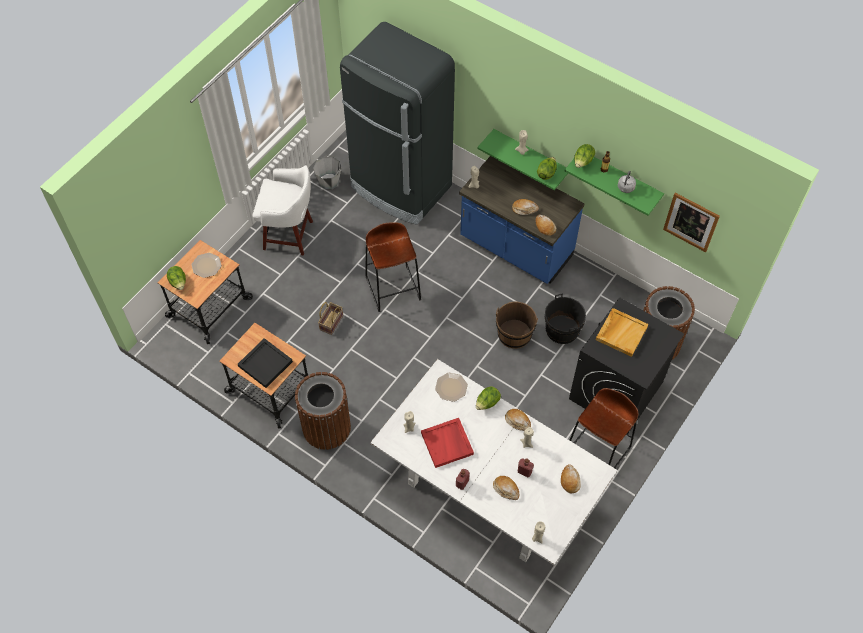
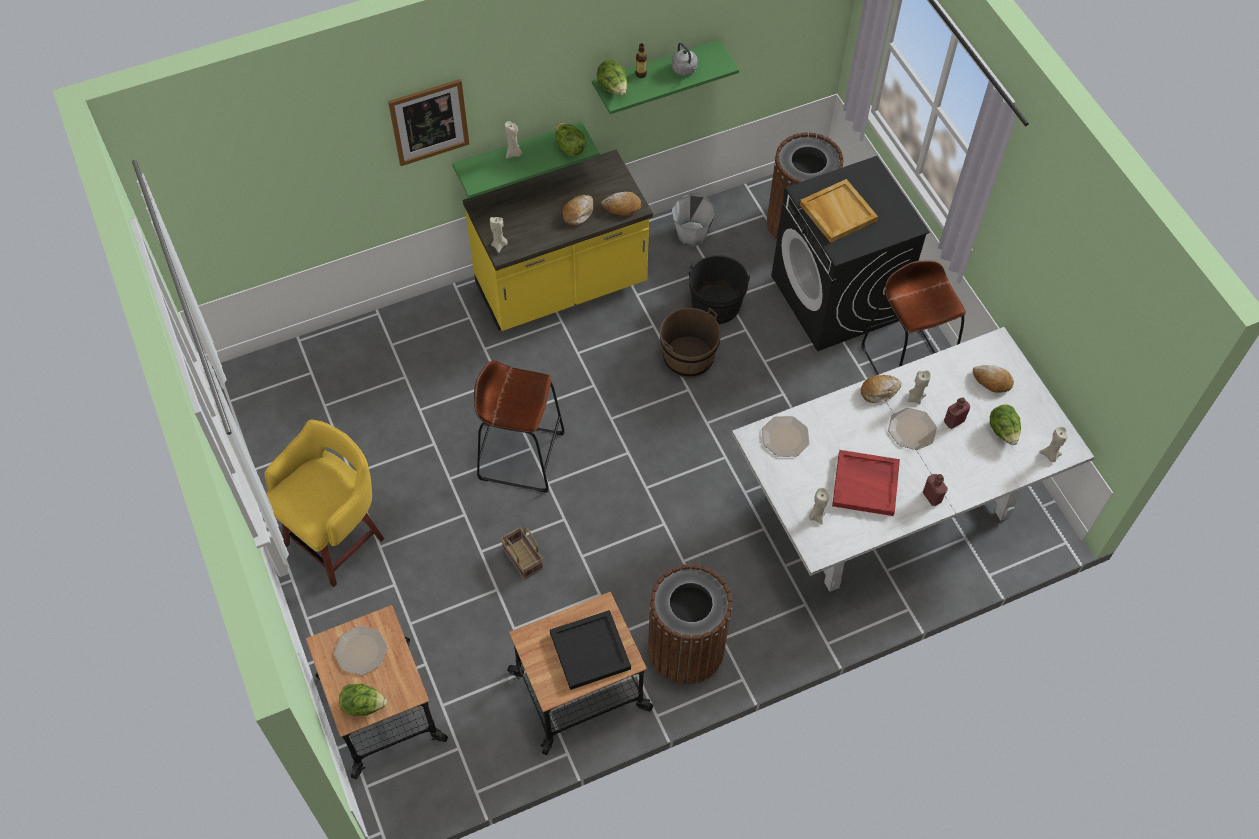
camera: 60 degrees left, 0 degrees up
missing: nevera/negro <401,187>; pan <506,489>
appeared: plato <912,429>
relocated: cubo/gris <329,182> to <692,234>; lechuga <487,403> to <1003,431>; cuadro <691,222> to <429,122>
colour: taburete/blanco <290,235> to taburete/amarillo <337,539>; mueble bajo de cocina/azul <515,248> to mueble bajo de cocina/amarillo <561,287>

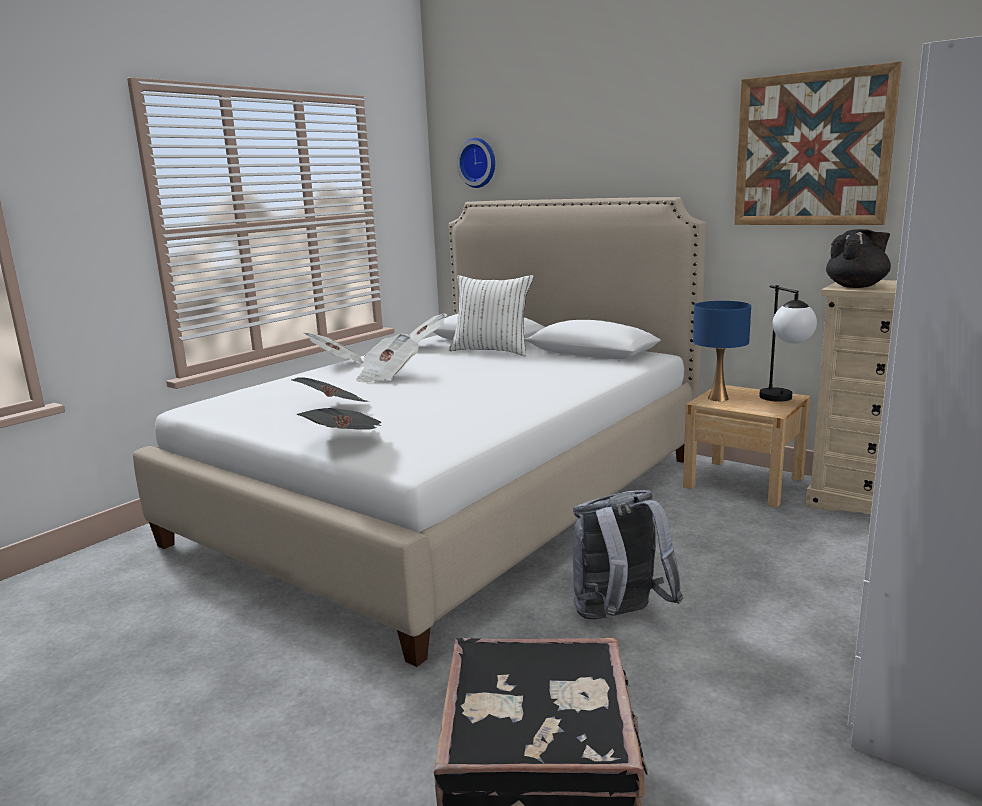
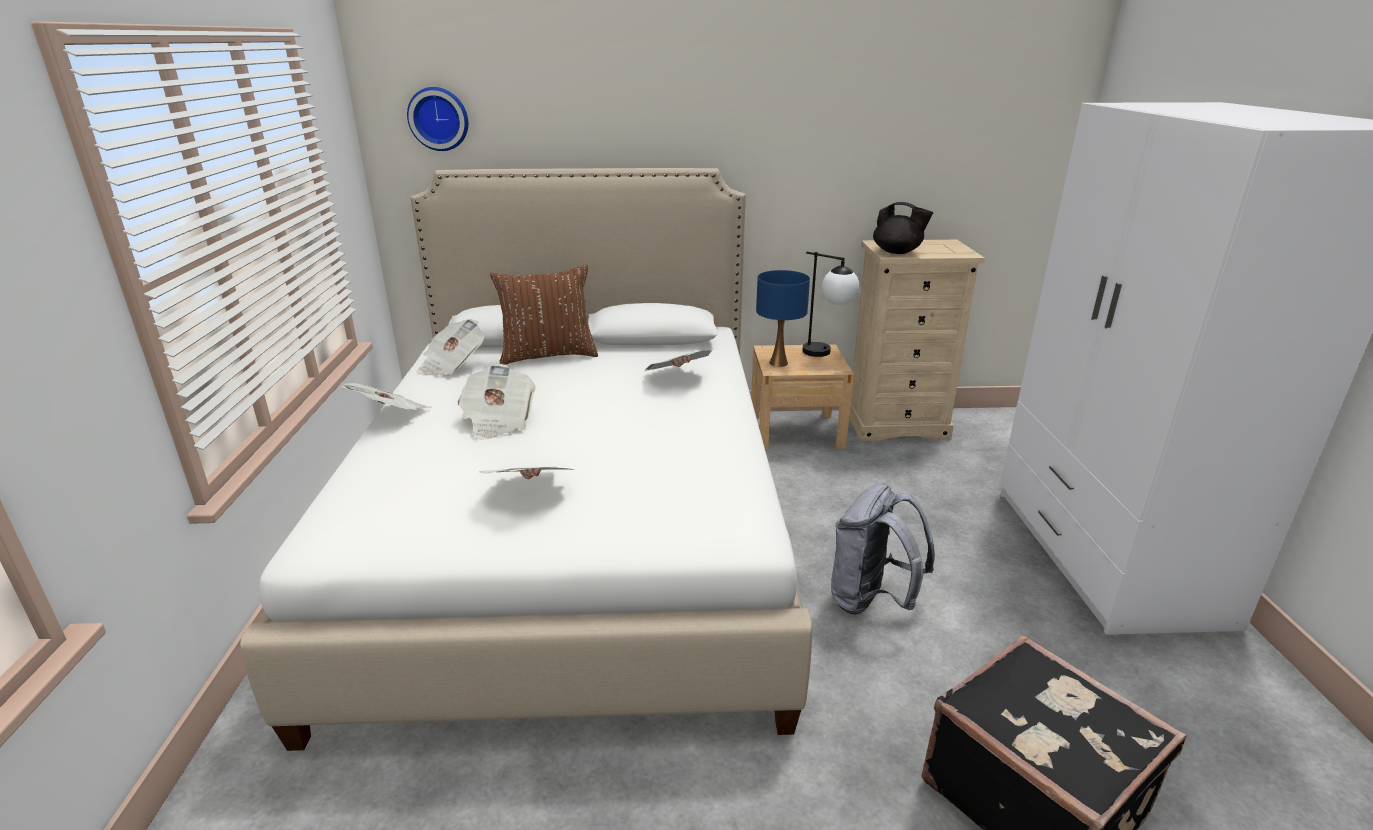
camera: 40 degrees left, 10 degrees up
missing: cuadro <812,150>
relocated: periódico <346,442> to <677,378>
colour: cojín/blanco <492,351> to cojín/marrón <548,356>
spun: tetera/negro <857,286> = <897,252> 90 degrees clockwise

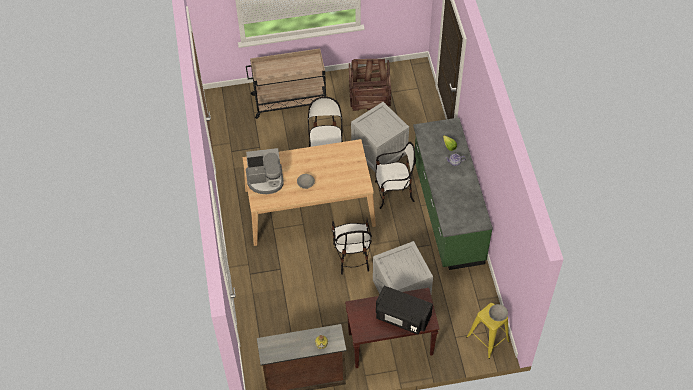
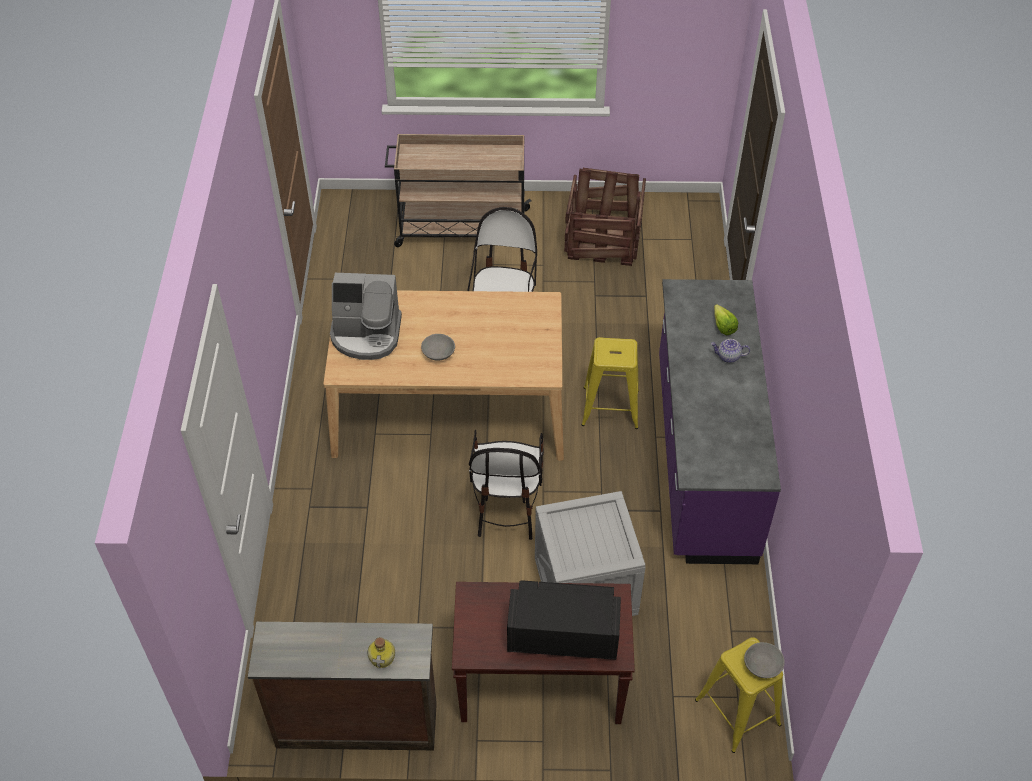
camera: 10 degrees right, 5 degrees down
missing: caja de embalaje <380,151>
exchanged: silla <394,193> to taburete/amarillo <610,408>
colour: mueble bajo de cocina/verde <447,212> to mueble bajo de cocina/morado <702,457>
spun: microondas/negro <402,317> = <563,633> 150 degrees clockwise

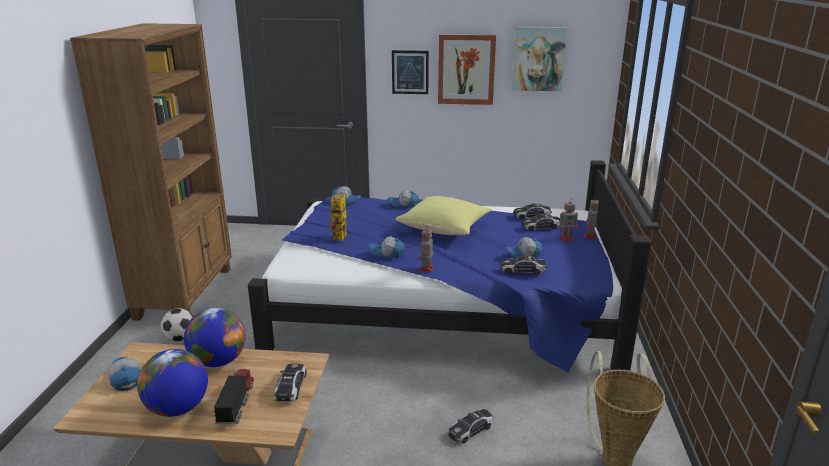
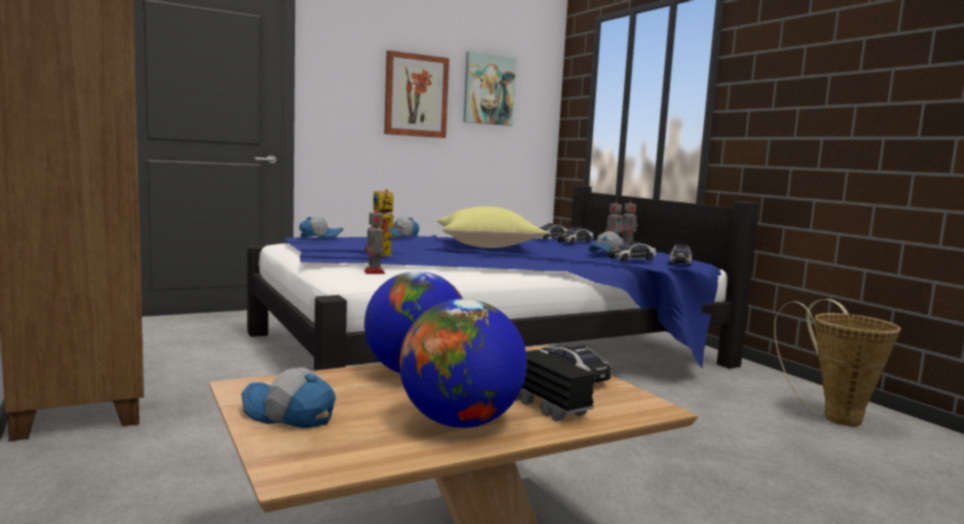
camera: 35 degrees left, 15 degrees down
missing: balón de fútbol <180,338>; gorra <387,254>; cuadro <410,72>
relocated: robot de juguete <426,269> to <374,272>; coche de juguete <470,430> to <680,262>

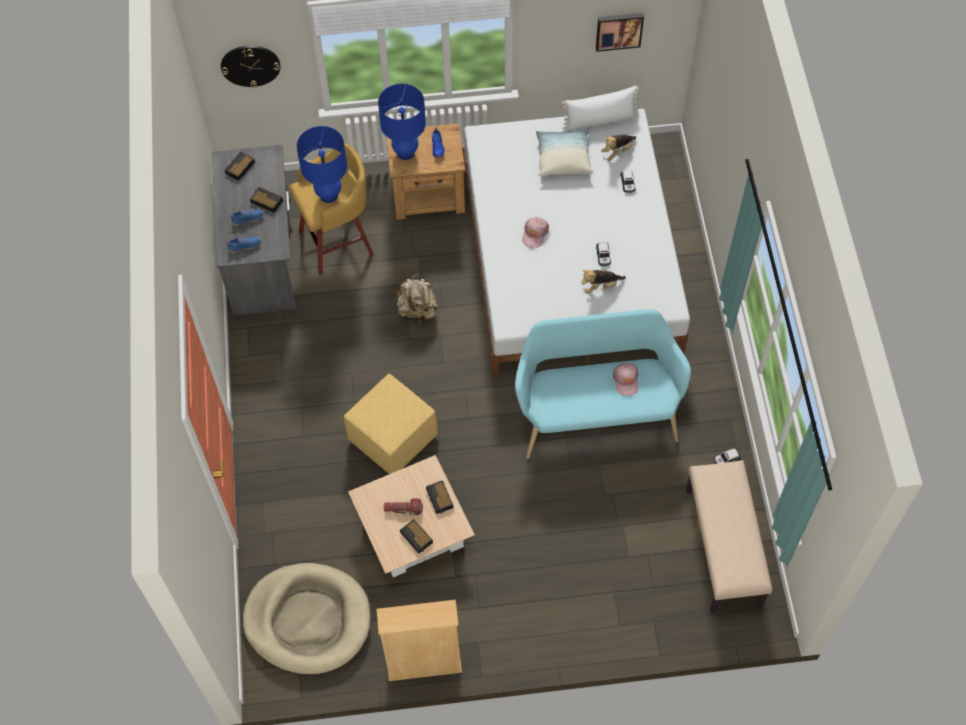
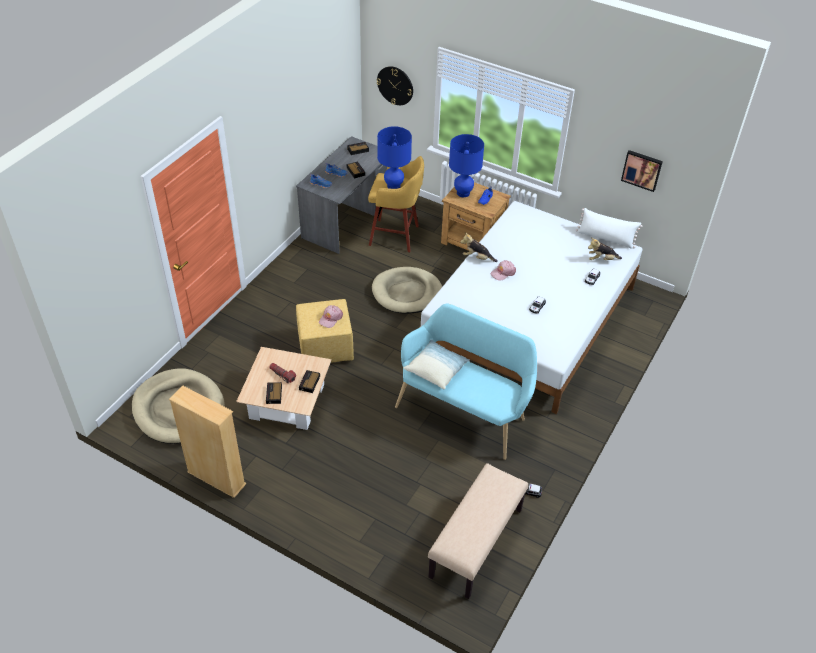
camera: 35 degrees right, 15 degrees down
relocated: cojín <563,158> to <436,370>; peluche <600,286> to <477,258>; gorra/rosa <626,380> to <330,318>
exchanged: mochila/beis <417,310> to cama para perro/beis <407,293>

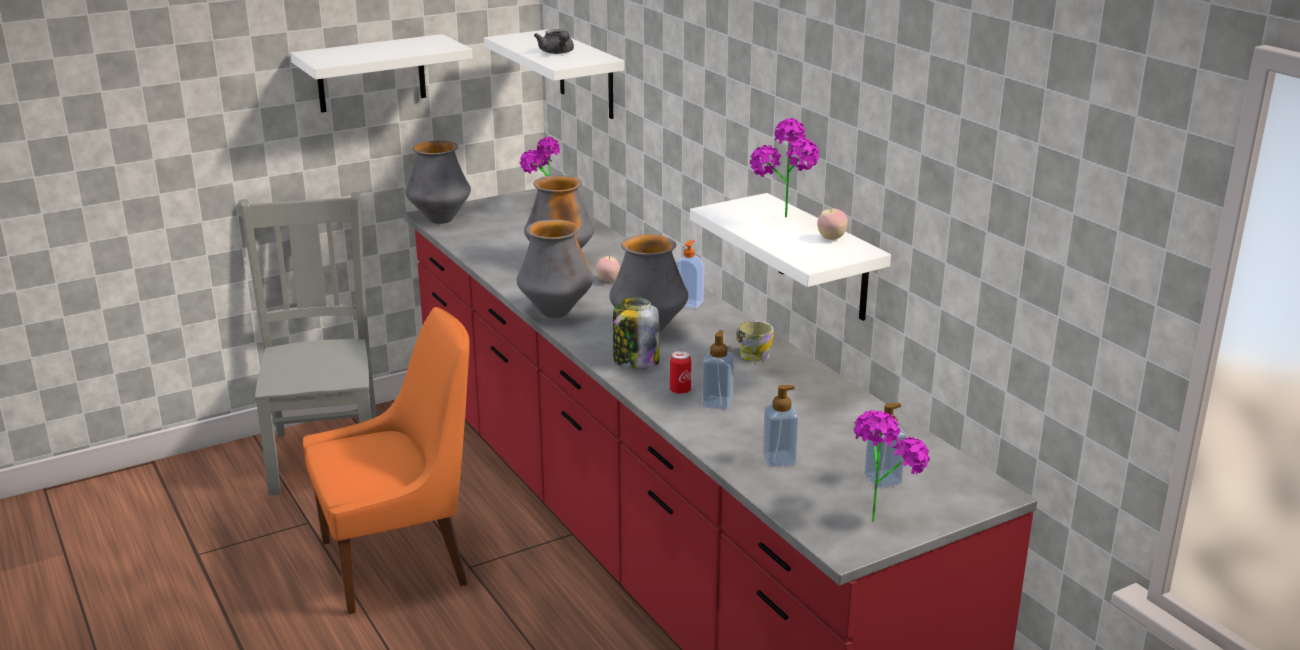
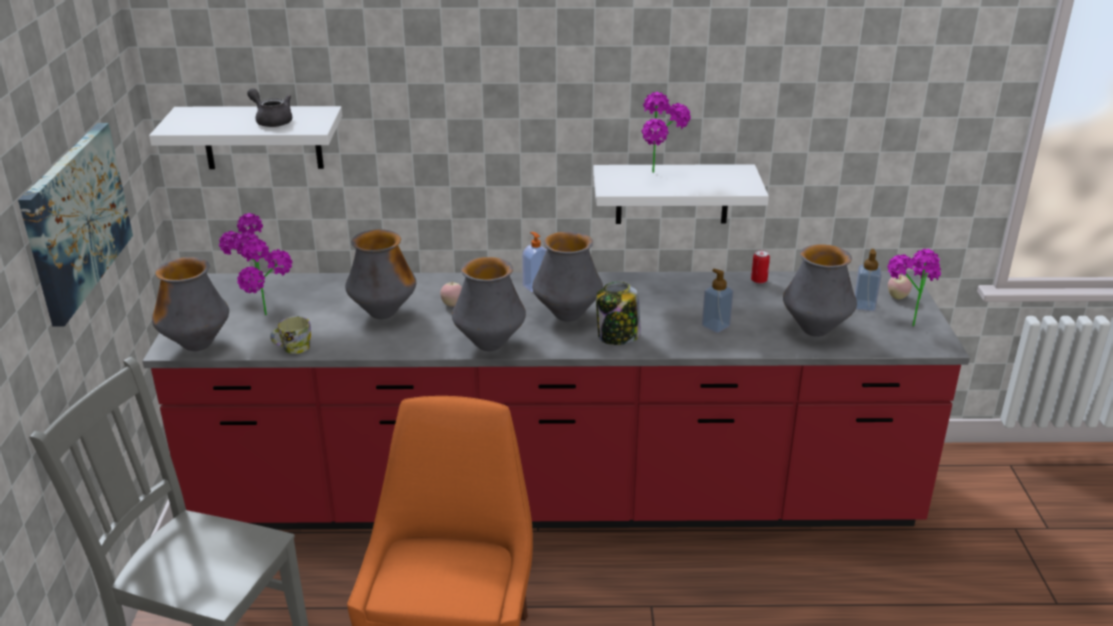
camera: 60 degrees left, 5 degrees up
appeared: planta en maceta <271,318>
relocated: lata <680,391> to <759,281>; taza grande <751,354> to <292,347>; manzana <831,238> to <897,297>
exchanged: estante/blanco <371,73> to cuadro <75,219>; dispensador de jabón <779,459> to florero <815,330>
spun: tetera/gris <557,53> = <272,121> 150 degrees counterclockwise

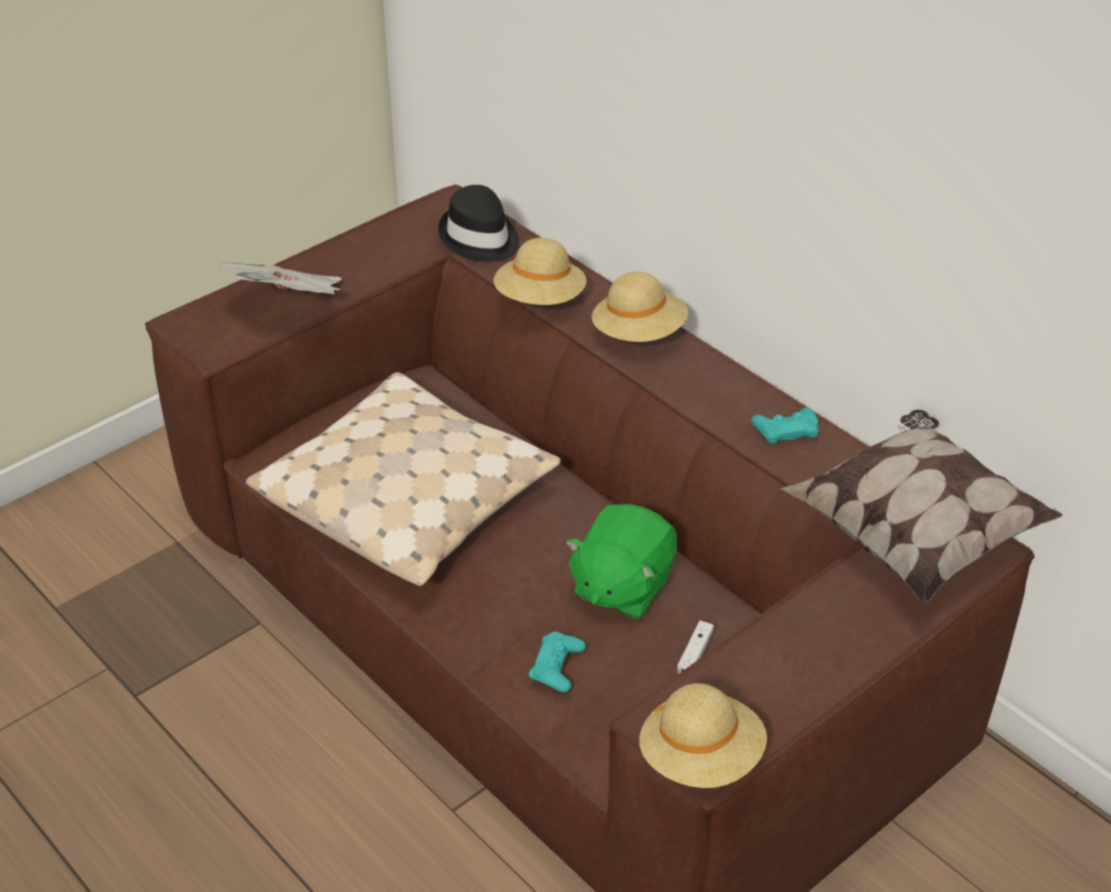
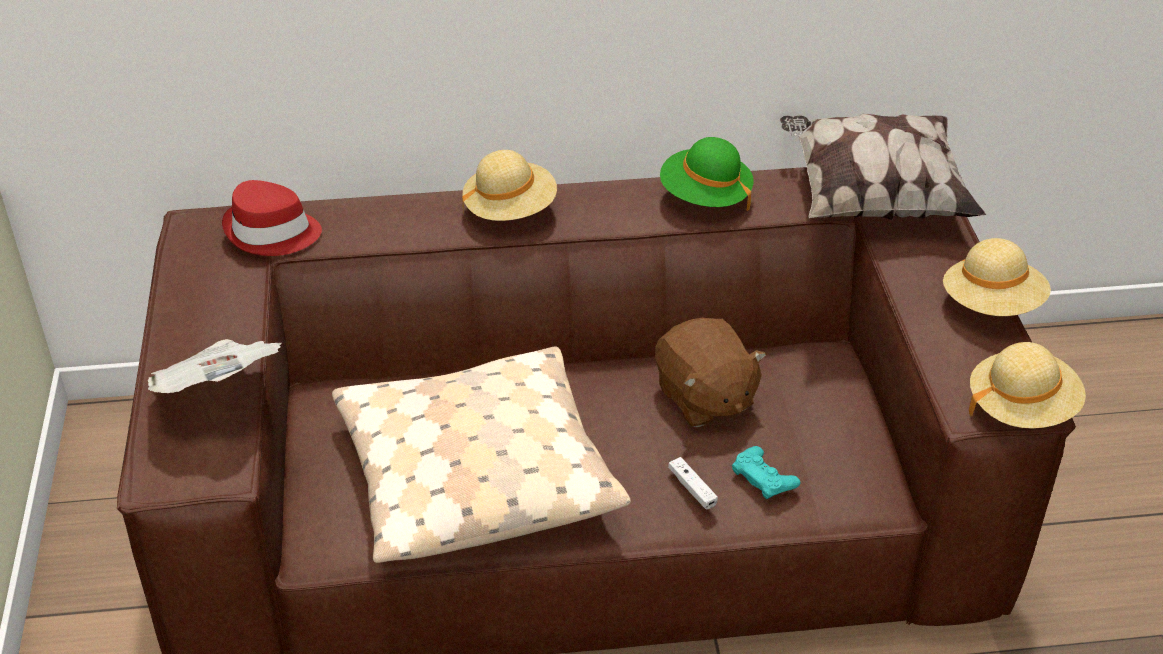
camera: 55 degrees left, 0 degrees up
relocated: sombrero/beis <540,299> to <992,305>; mando de consola/blanco <695,653> to <692,488>
exchanged: mando de consola/turquesa <786,430> to sombrero/verde <705,197>
colour: sombrero/negro <479,238> to sombrero/rojo <271,233>; peluche/verde <621,586> to peluche/marrón <704,398>

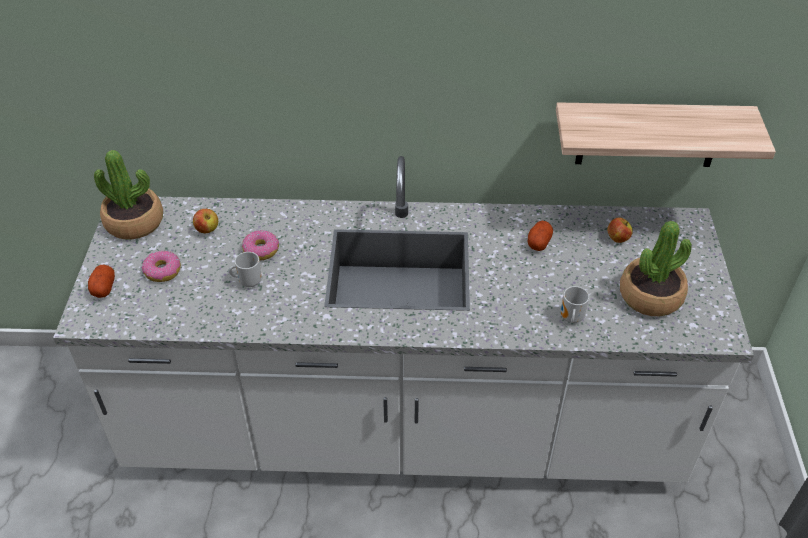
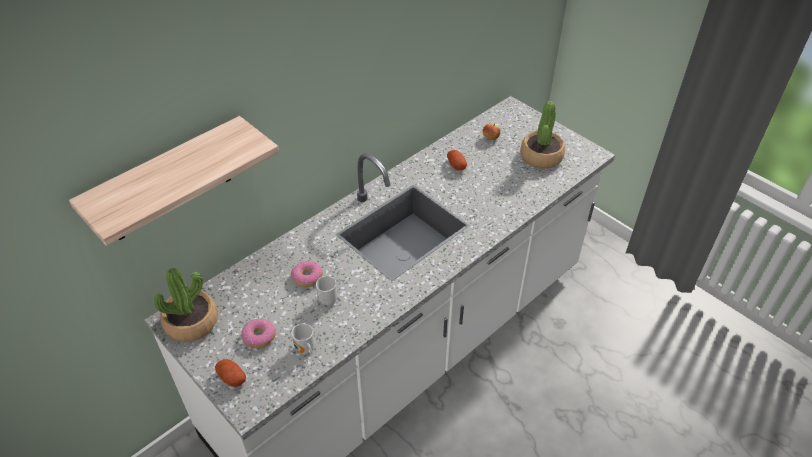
camera: 45 degrees left, 0 degrees up
missing: manzana <207,229>
relocated: estante <649,134> to <168,182>; taza grande <570,319> to <305,350>

